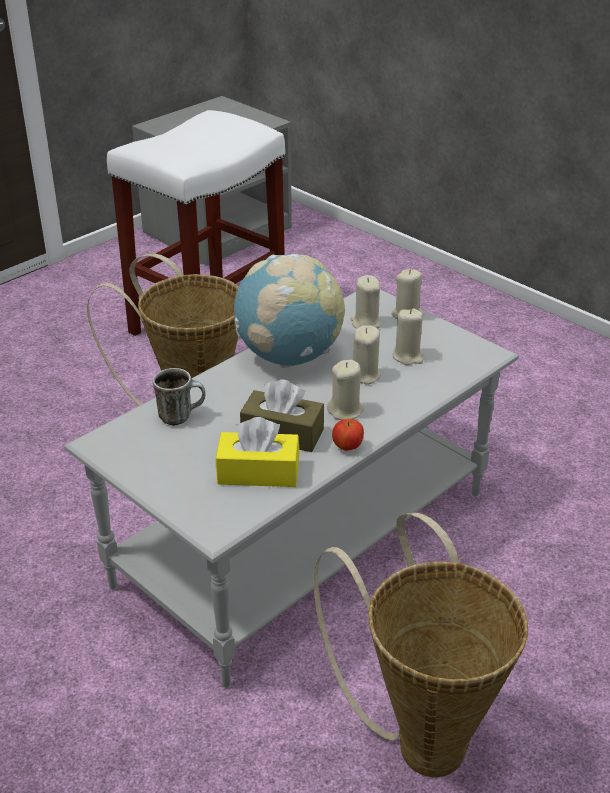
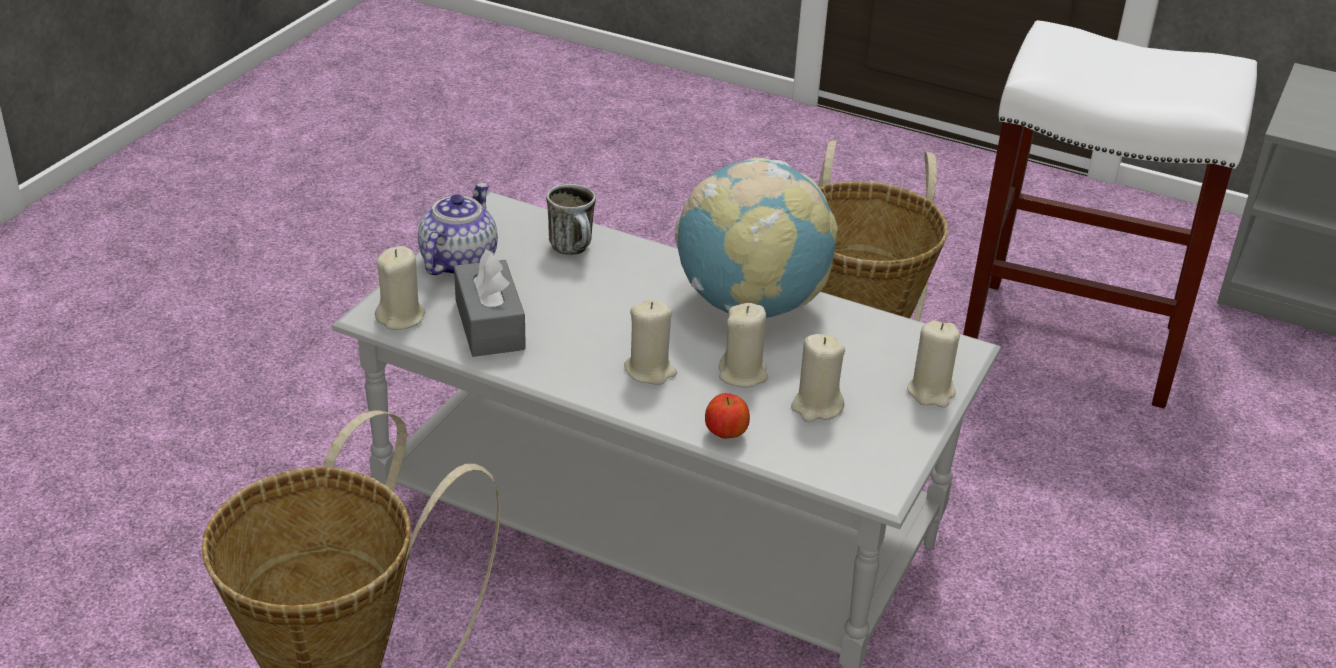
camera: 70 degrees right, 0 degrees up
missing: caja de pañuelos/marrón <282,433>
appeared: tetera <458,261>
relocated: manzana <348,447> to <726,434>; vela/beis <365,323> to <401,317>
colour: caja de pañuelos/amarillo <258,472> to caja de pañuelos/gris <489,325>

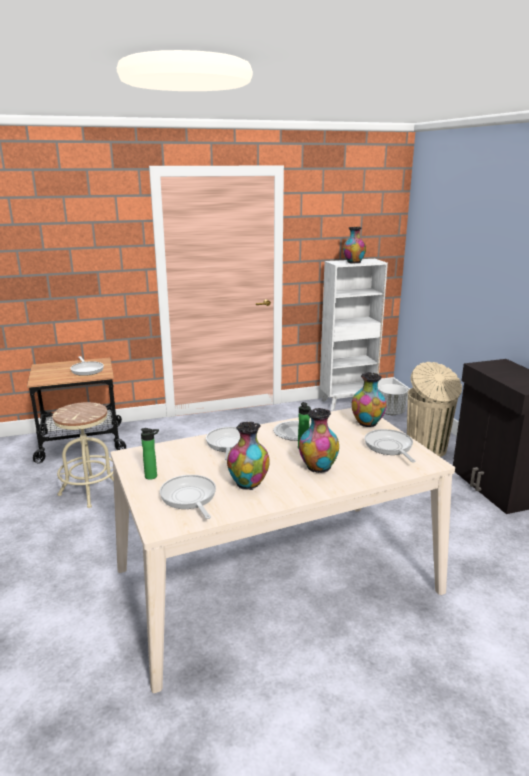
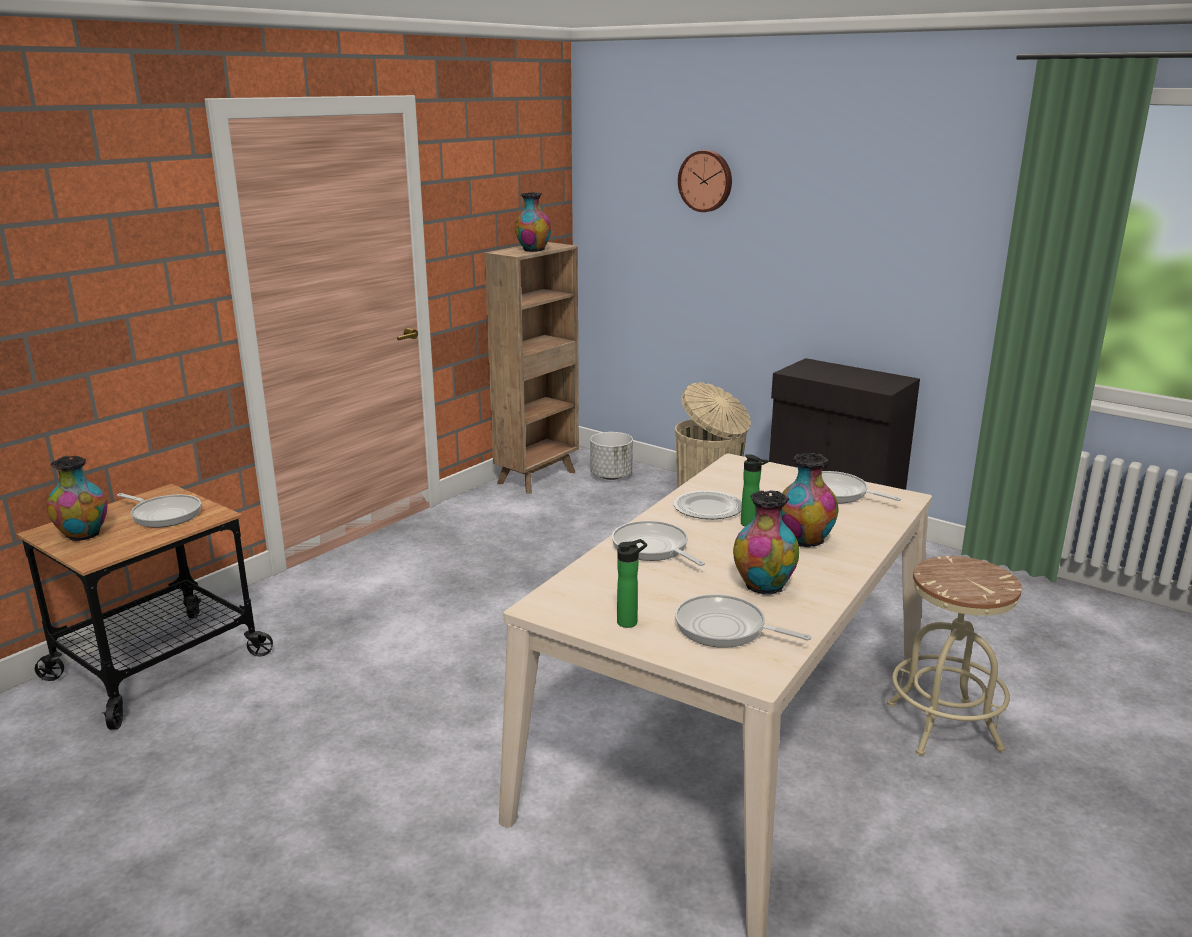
camera: 35 degrees left, 0 degrees up
appeared: reloj de pared <706,181>
relocated: taburete/beis <90,491> to <943,726>; florero <367,423> to <83,535>
colour: estantería/blanco <348,402> to estantería/marrón <538,477>

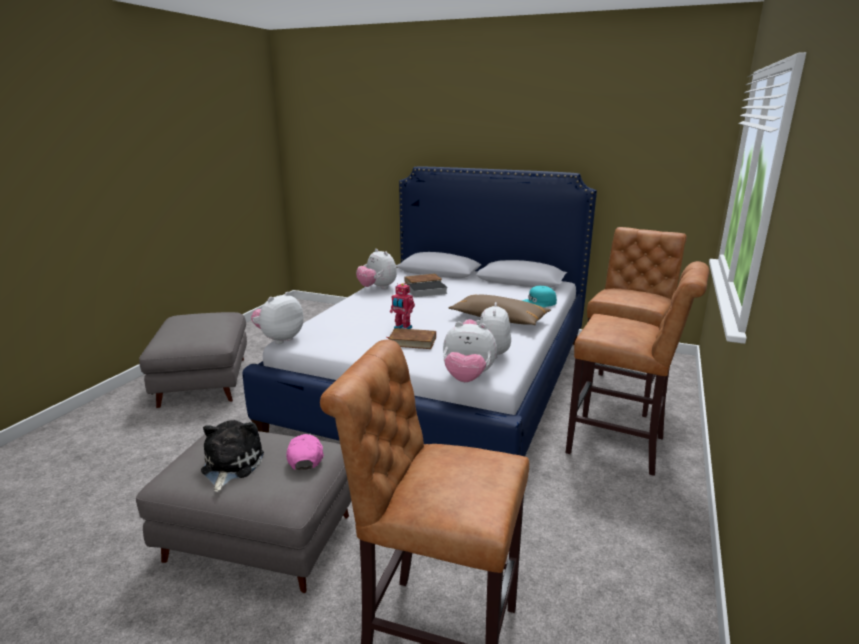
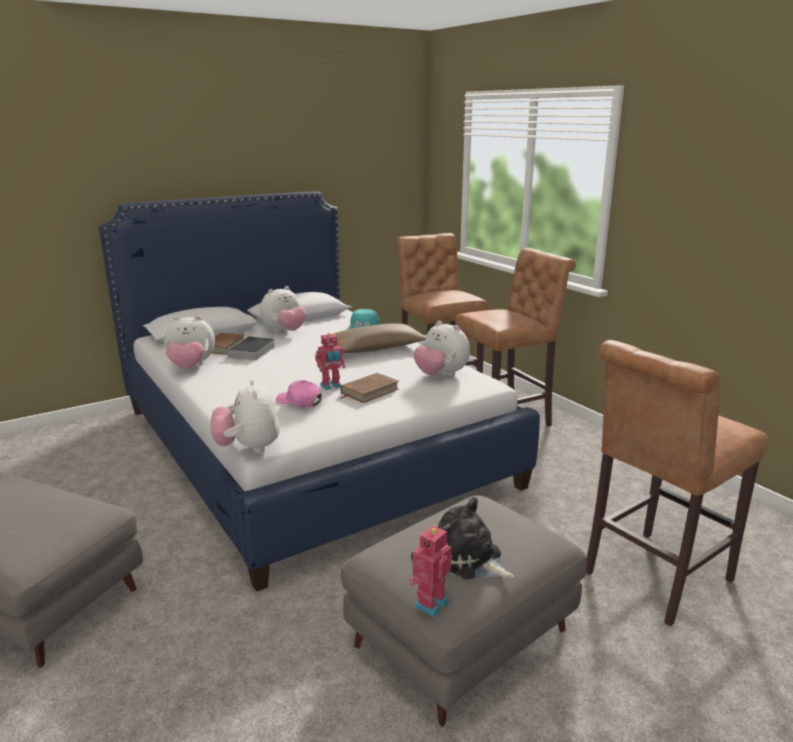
camera: 55 degrees left, 0 degrees up
appeared: robot de juguete <429,603>
relocated: gorra/rosa <305,457> to <299,402>; peluche <467,378> to <284,332>

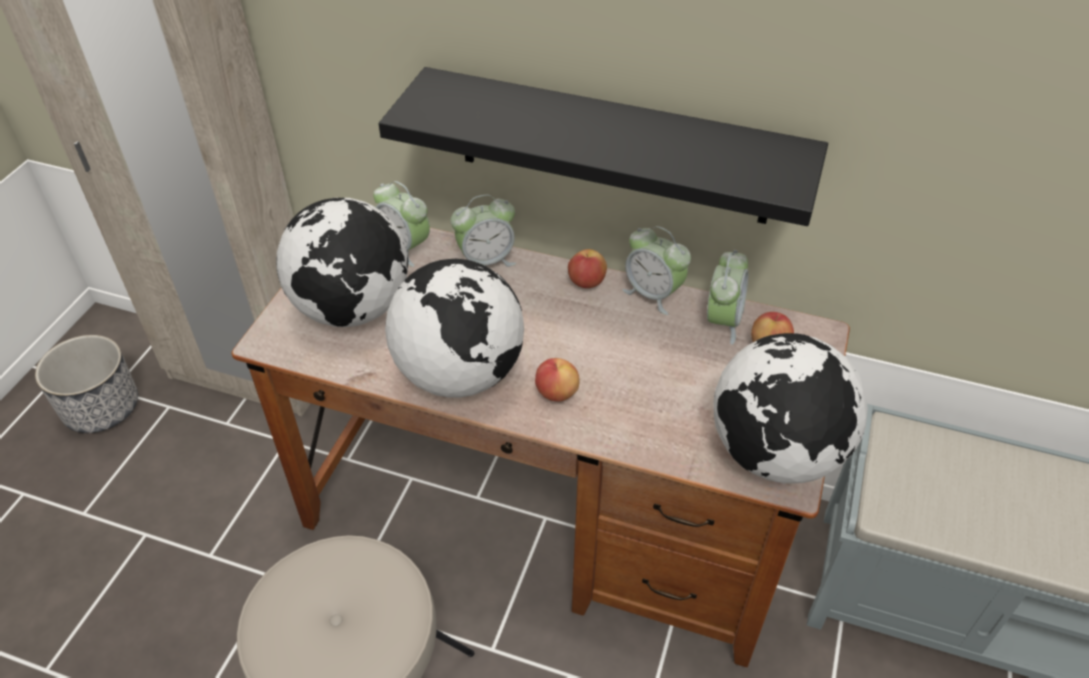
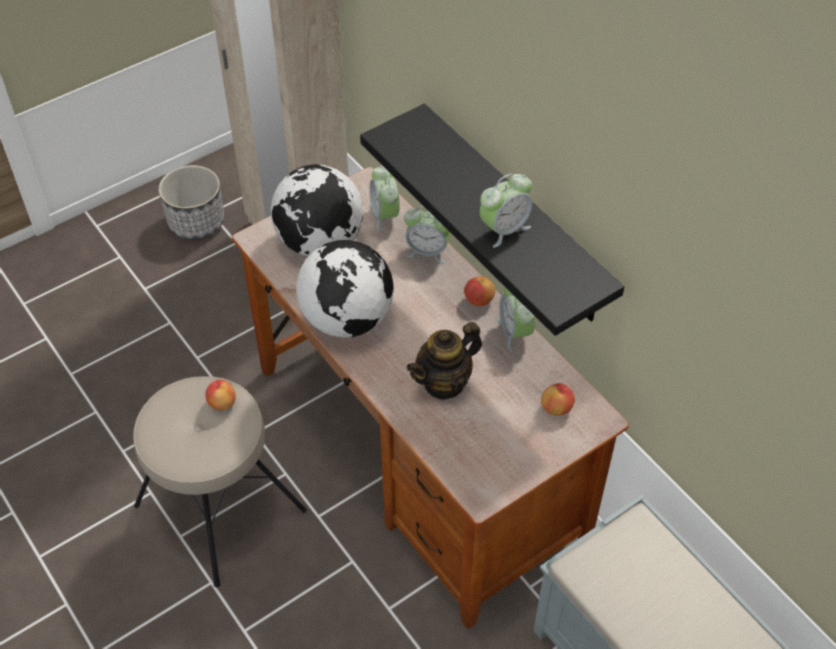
camera: 35 degrees right, 5 degrees up
missing: globo terráqueo <775,454>
appeared: tetera <444,383>
relocated: manzana <556,393> to <222,403>; despertador <722,321> to <504,229>

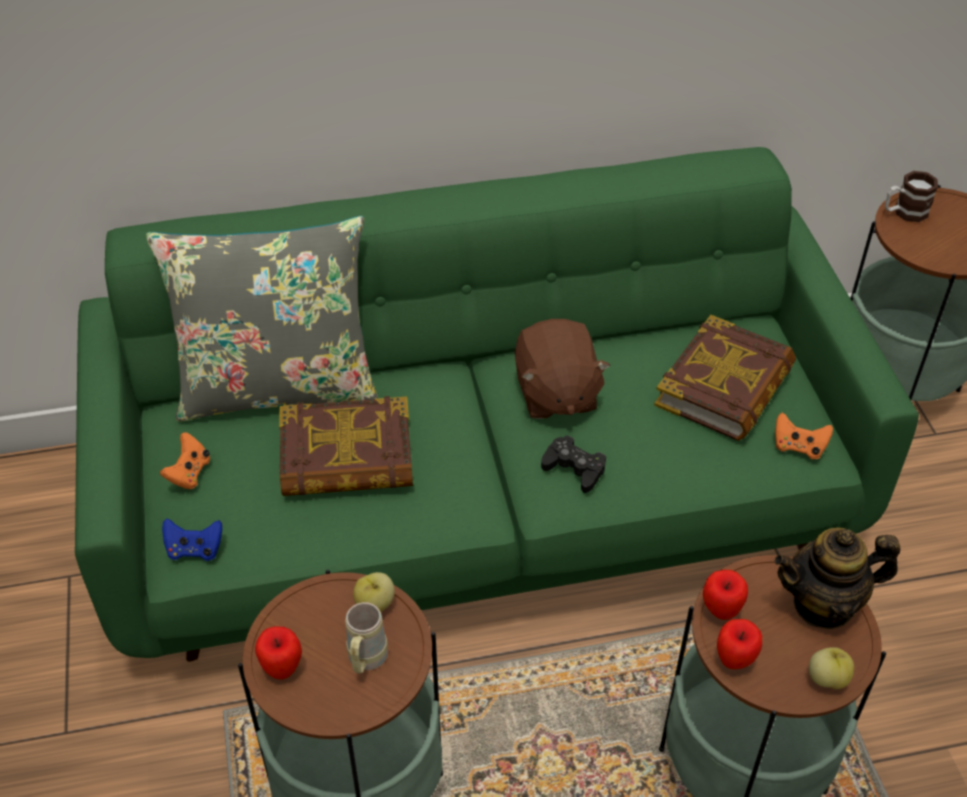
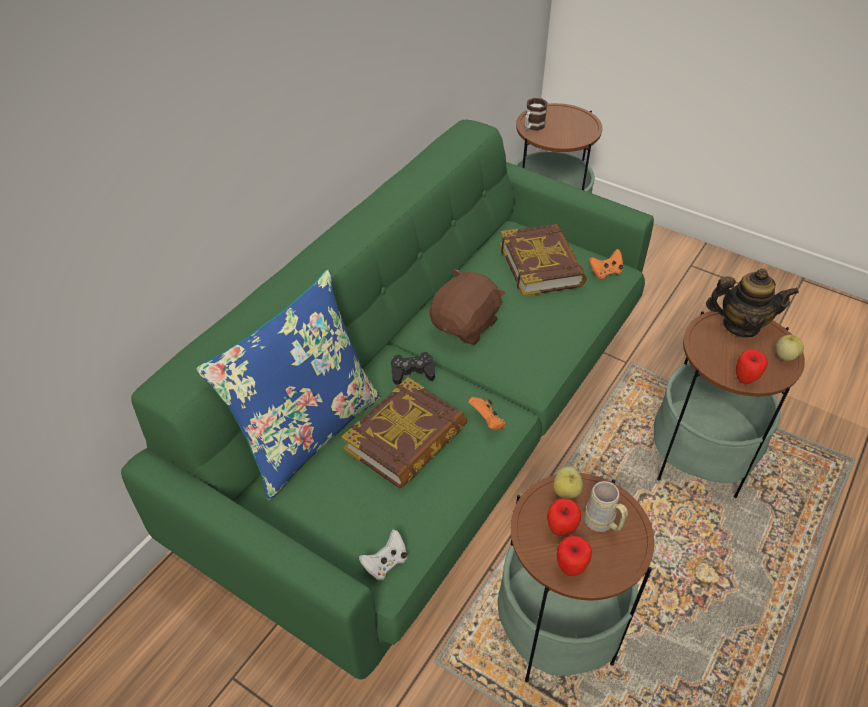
camera: 45 degrees left, 0 degrees up
relocated: mando de consola/naranja <189,473> to <487,421>; mando de consola/negro <574,468> to <412,372>; manzana <720,611> to <560,530>
colour: cojín/gris <278,387> to cojín/azul <307,432>; mando de consola/azul <195,550> to mando de consola/blanco <385,563>
spun: peluche/marrón <555,394> = <466,325> 90 degrees counterclockwise; tetera <823,604> = <740,325> 120 degrees counterclockwise

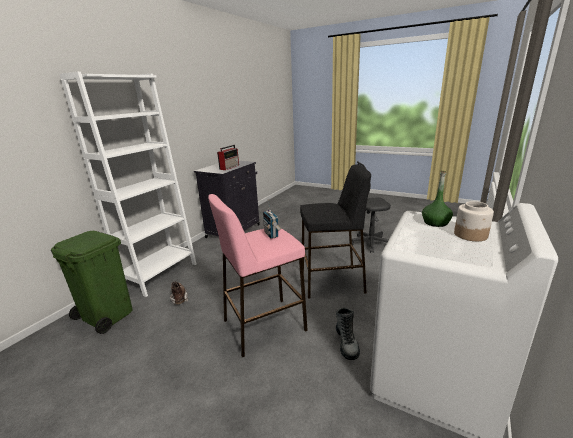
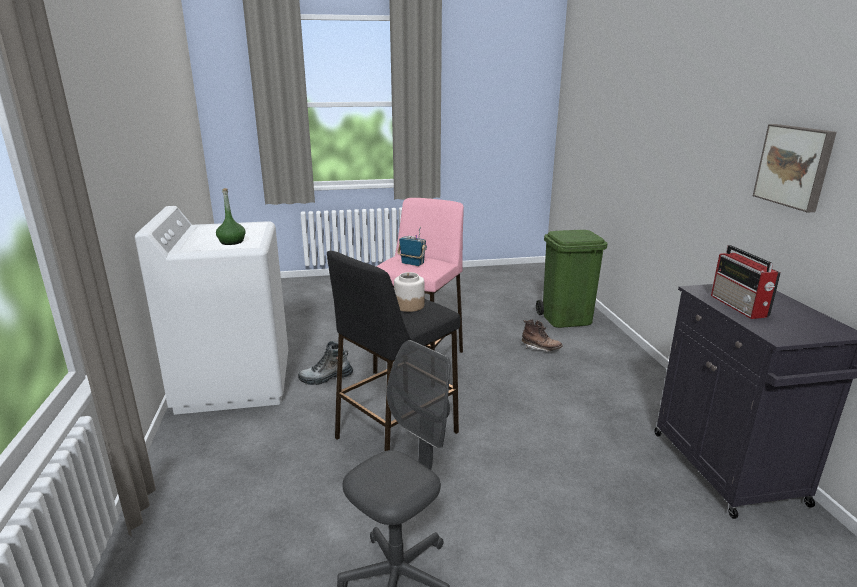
camera: 140 degrees right, 0 degrees up
missing: estantería/blanco <160,274>
appeared: cuadro <795,166>
relocated: tarro <470,235> to <409,305>
spun: bota <347,343> = <326,378> 60 degrees counterclockwise

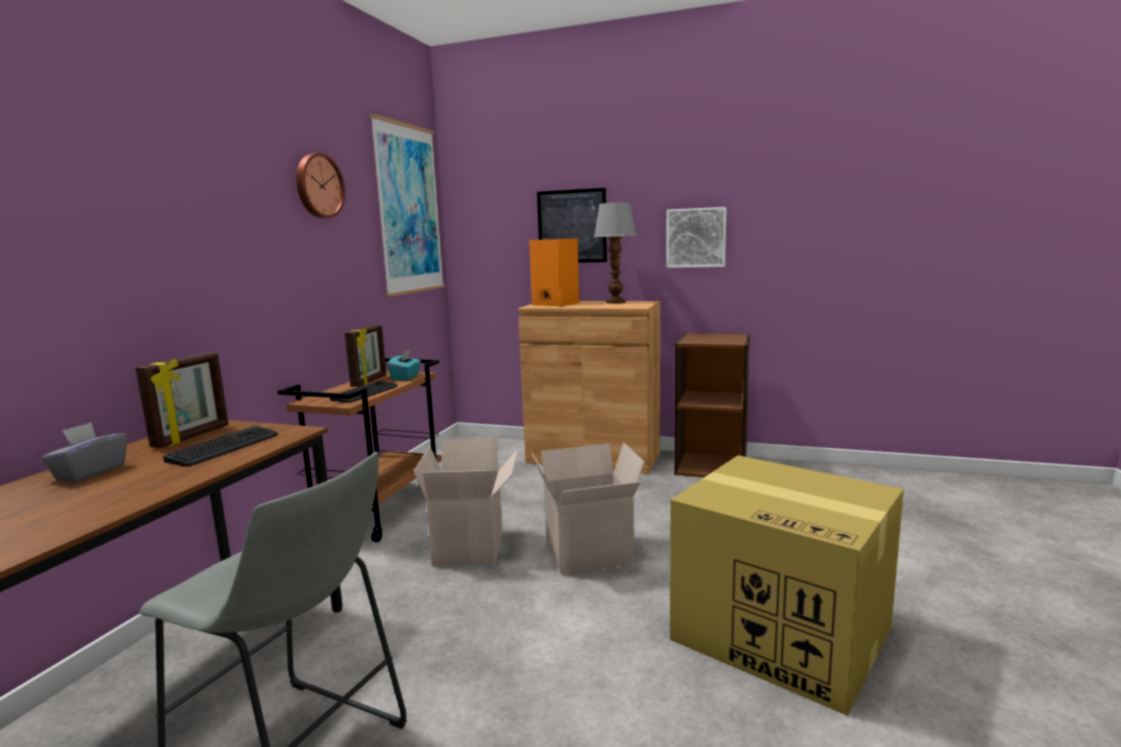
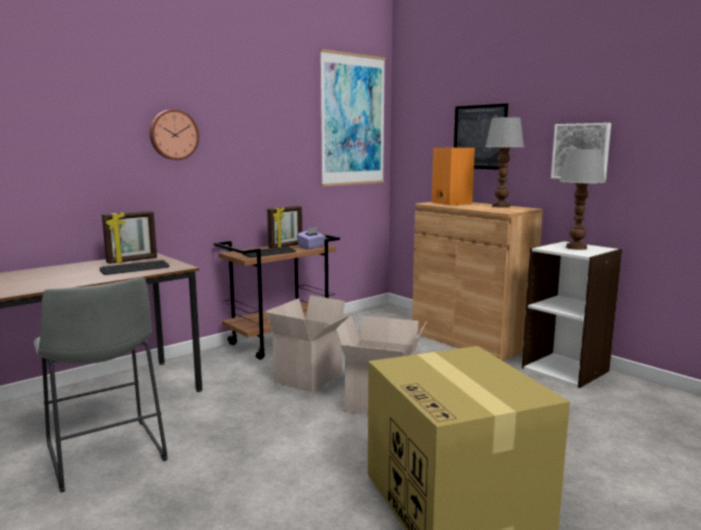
camera: 30 degrees right, 0 degrees up
missing: caja de pañuelos/gris <90,472>
appeared: lámpara de mesa <576,248>
relocated: reloj de pared <318,186> to <173,135>
colour: caja de pañuelos/turquesa <406,377> to caja de pañuelos/morado <311,247>; estantería/marrón <711,466> to estantería/blanco <565,369>

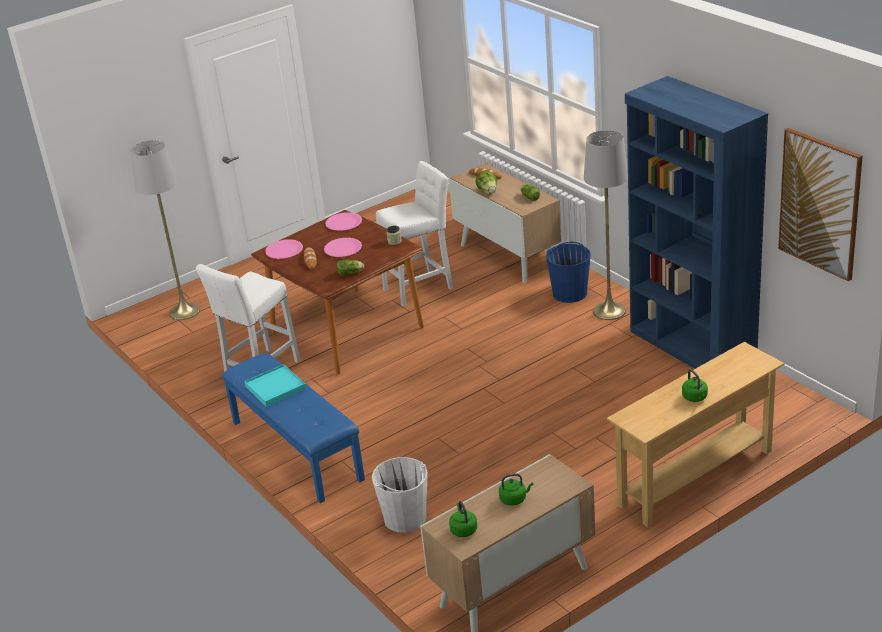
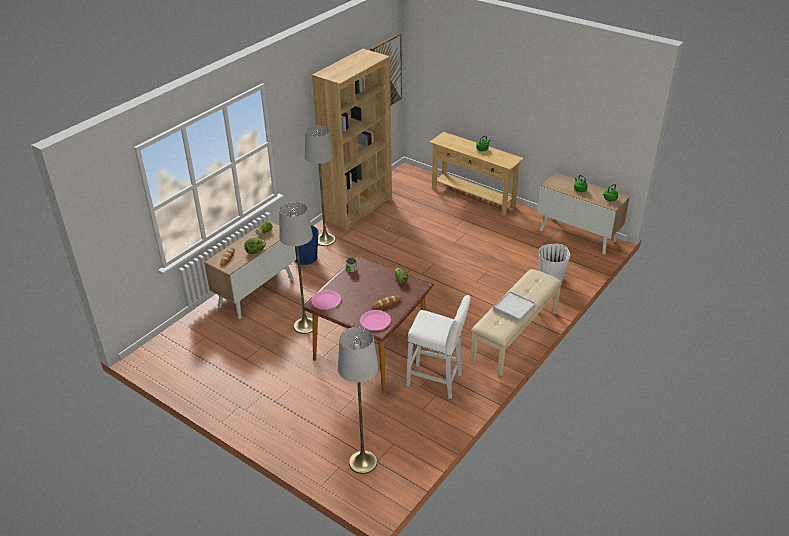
camera: 110 degrees left, 5 degrees up
missing: plato/rosa <343,248>
exchanged: taburete/blanco <421,287> to lámpara de pie/gris <305,325>
colour: banco/azul <295,450> to banco/beis <515,337>; bandeja/turquesa <275,388> to bandeja/blanco <513,308>; estantería/azul <691,347> to estantería/marrón <358,208>

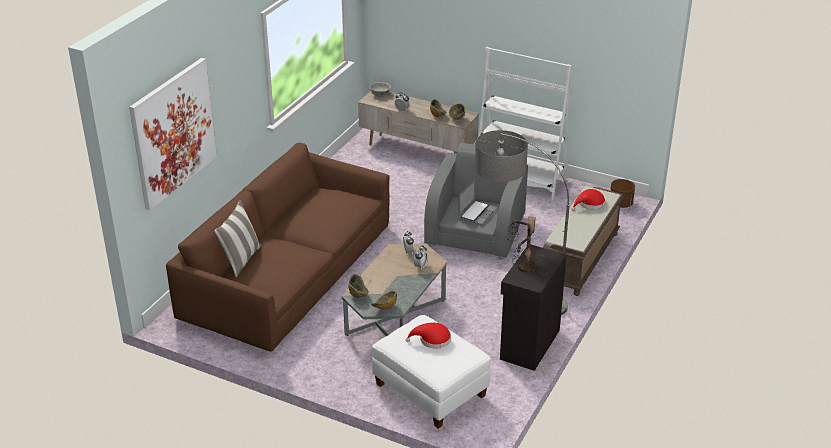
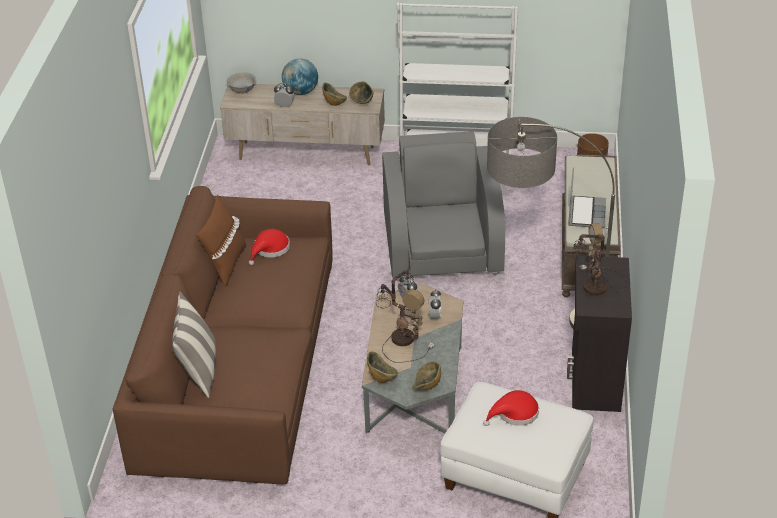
camera: 20 degrees left, 5 degrees up
missing: cuadro <173,132>
appeared: cojín/marrón <225,264>; globo terráqueo <301,92>; lámpara de mesa <402,337>
relocated: portátil <477,213> to <586,213>; sombrero/rojo <589,204> to <270,249>

